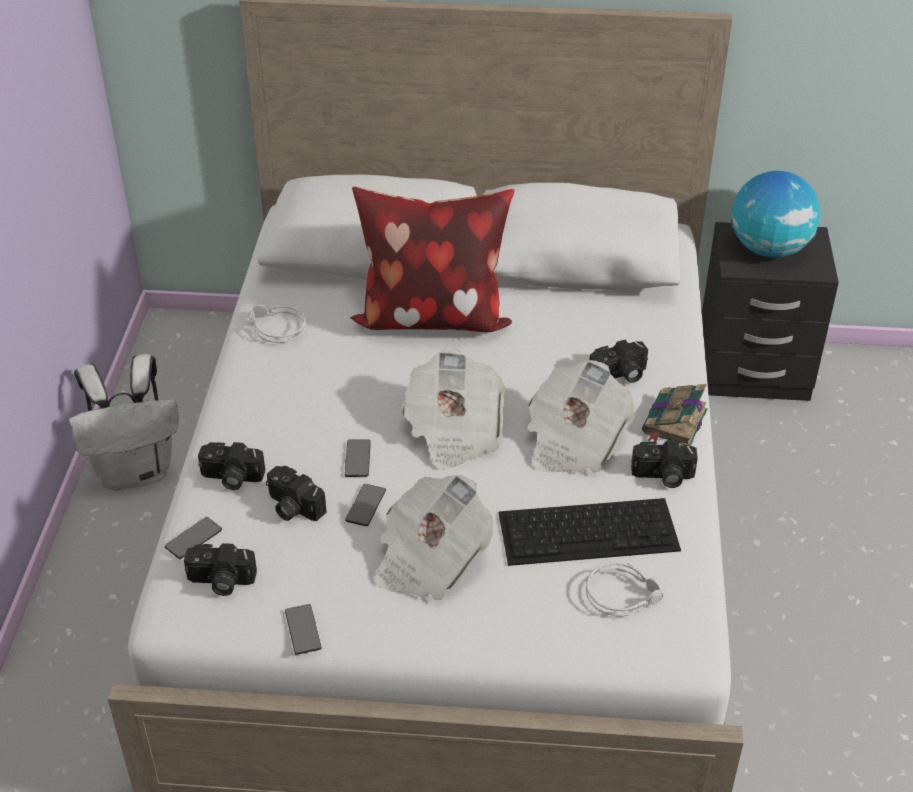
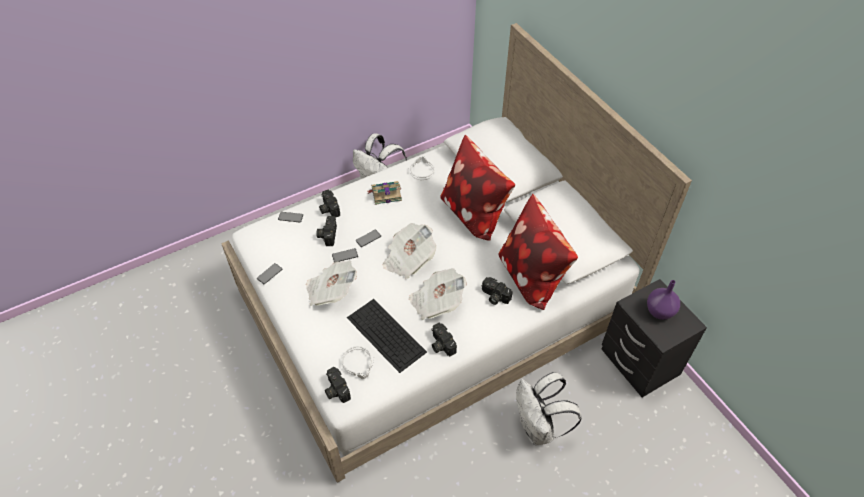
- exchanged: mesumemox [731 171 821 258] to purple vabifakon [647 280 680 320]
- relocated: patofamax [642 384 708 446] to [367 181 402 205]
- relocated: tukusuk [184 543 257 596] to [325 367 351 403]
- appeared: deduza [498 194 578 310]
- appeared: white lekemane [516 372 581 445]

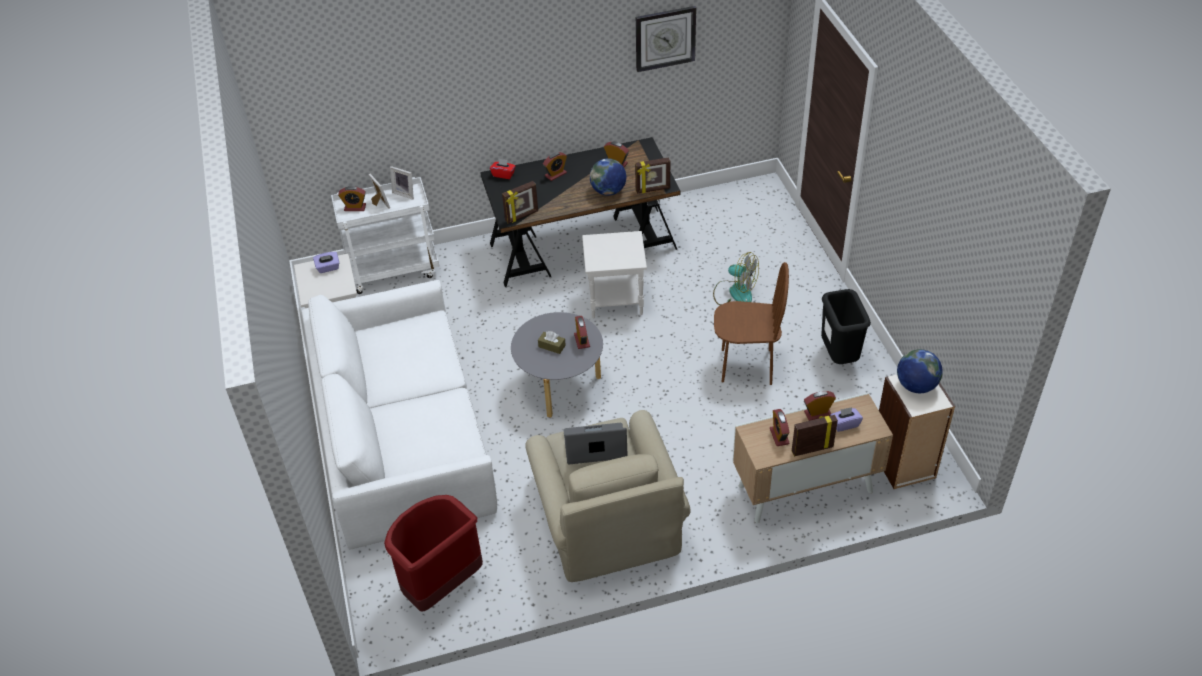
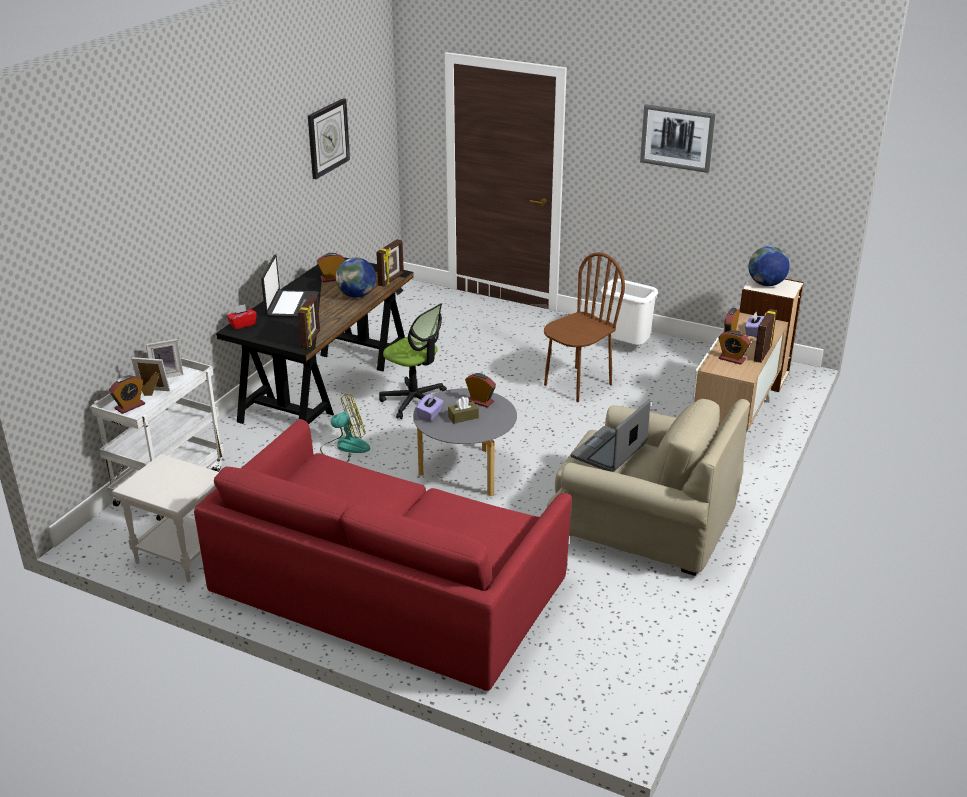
- exchanged: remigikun [543 152 567 181] to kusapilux [261 254 319 318]
- exchanged: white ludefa [582 231 647 318] to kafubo [379 303 447 419]
- relocated: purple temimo [313 252 339 273] to [416 394 444 421]
- relocated: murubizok [713 252 759 305] to [320 393 370 462]
- colour: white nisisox [302 280 497 550] to red nisisox [194 419 572 691]
- colour: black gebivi [821 289 871 364] to white gebivi [601 278 658 345]
- missing: red gebivi [384 495 483 612]
- appeared: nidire [640 104 715 173]

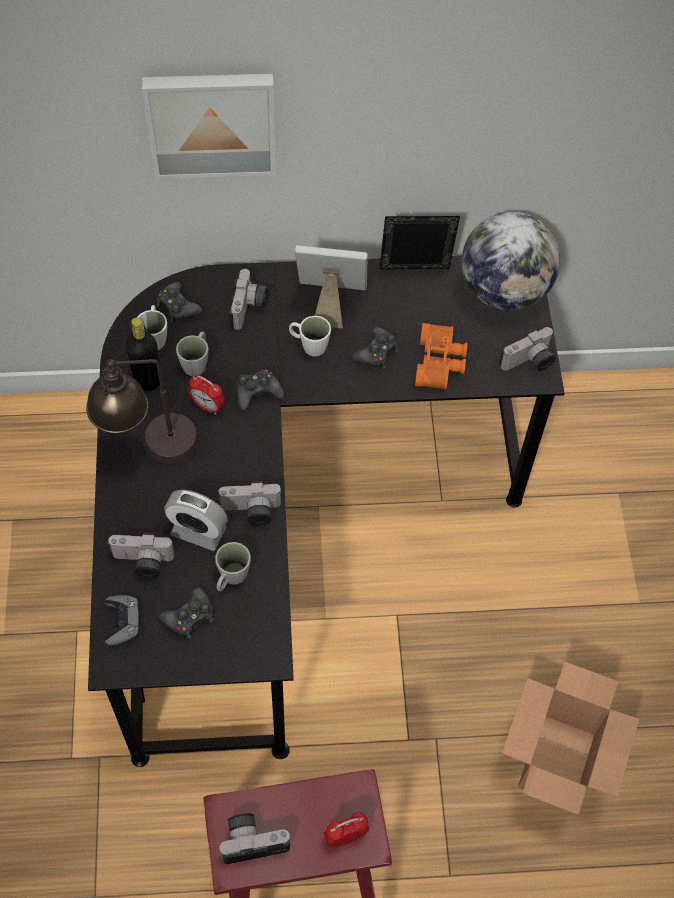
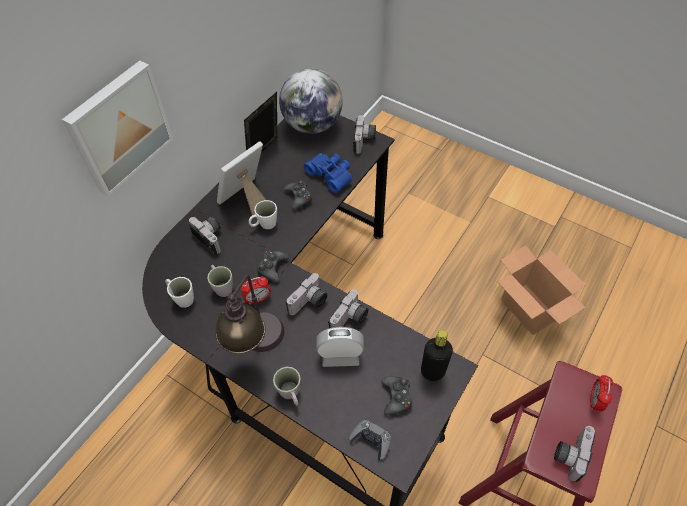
- missing: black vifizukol [157 282 202 322]
- relocated: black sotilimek [126 318 160 391] to [421 330 453 381]
- colour: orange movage [415 323 468 390] to blue movage [304 153 352 194]
- spun: remigikun [164 490 228 551] = [316 327 364 367] 150 degrees counterclockwise
- relocated: tukusuk [107 533 175 578] to [285 273 327 315]
- relocated: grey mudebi [215 542 251 592] to [273 367 301 406]

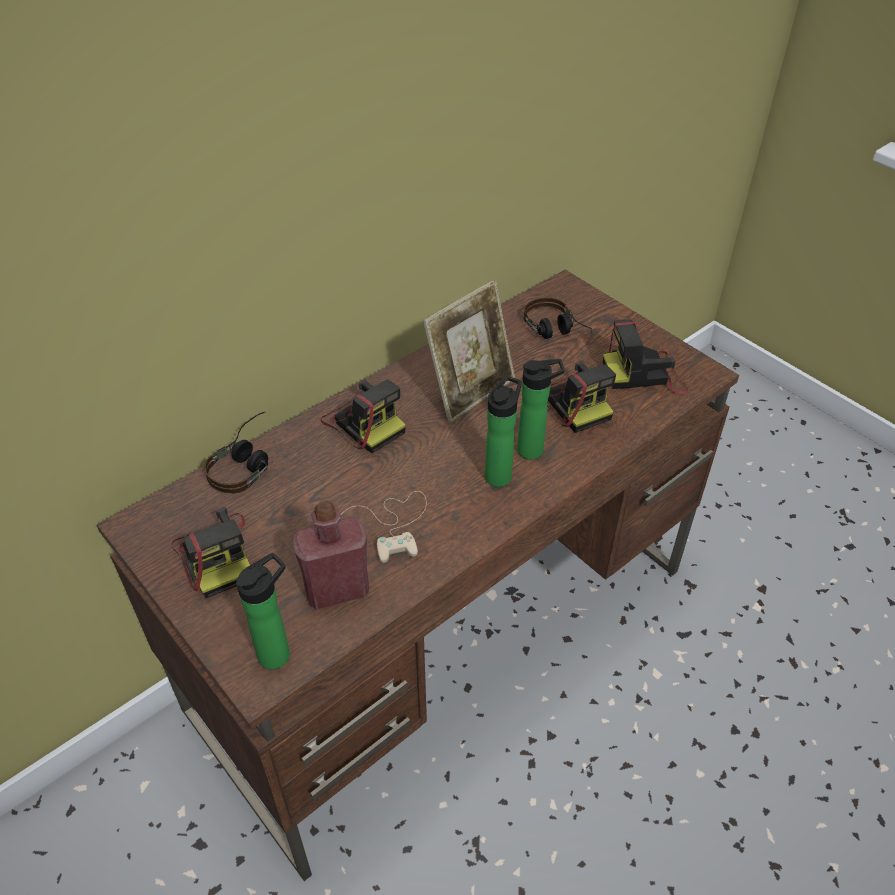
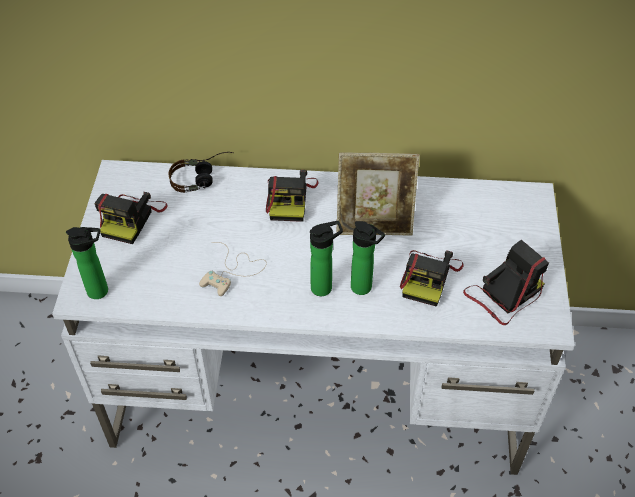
- colour: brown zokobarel [97 270 739 881] to white zokobarel [52 160 575 475]
- missing: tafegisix [524 298 592 339]
- spun: tukusuk [603 319 688 394] = [463 240 549 325] 105 degrees clockwise
- missing: red sotilimek [292 500 369 610]

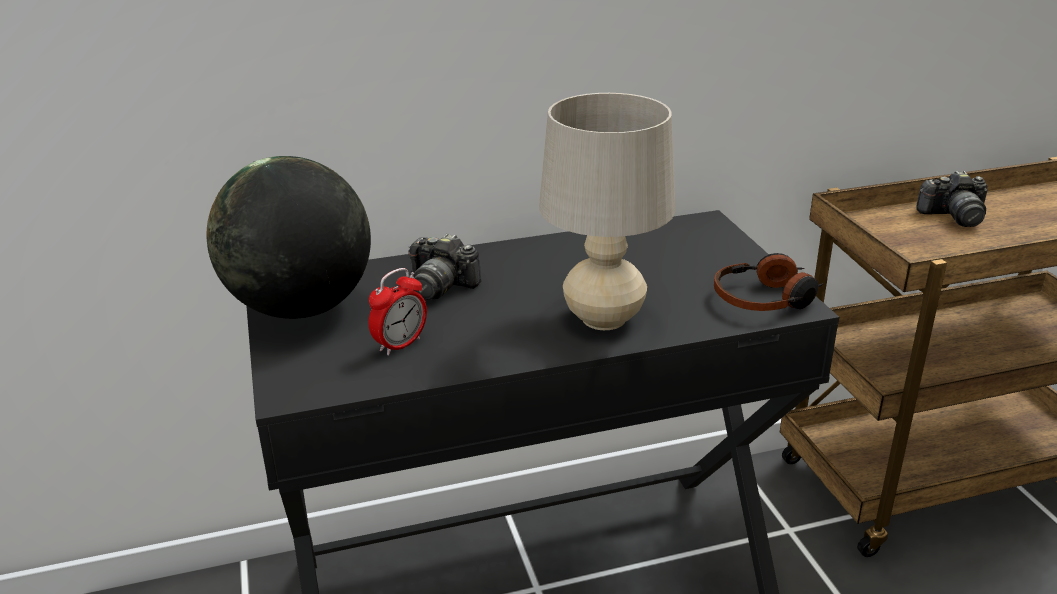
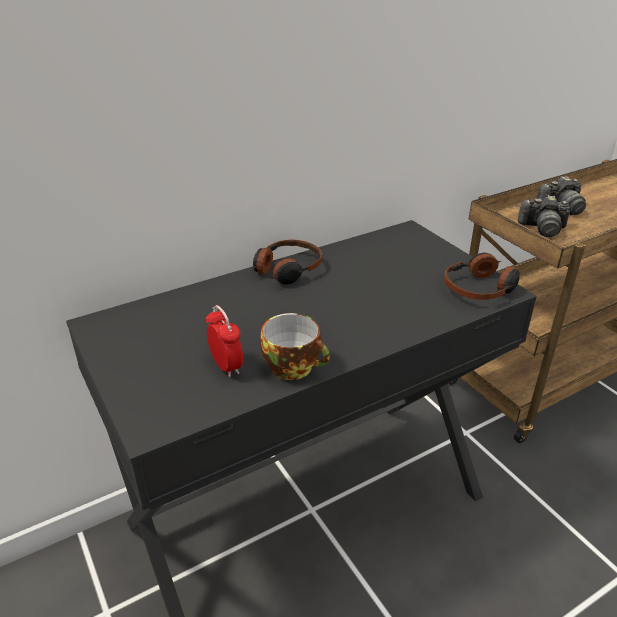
- missing: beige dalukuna [539 93 675 330]
- missing: mesumemox [207 156 371 319]
- relocated: tukusuk [408 233 482 300] to [518 195 570 237]
- spun: remigikun [369 268 427 356] = [206 305 243 378] 60 degrees counterclockwise
- appeared: tafegisix [252 240 322 285]
- appeared: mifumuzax [260 313 330 380]

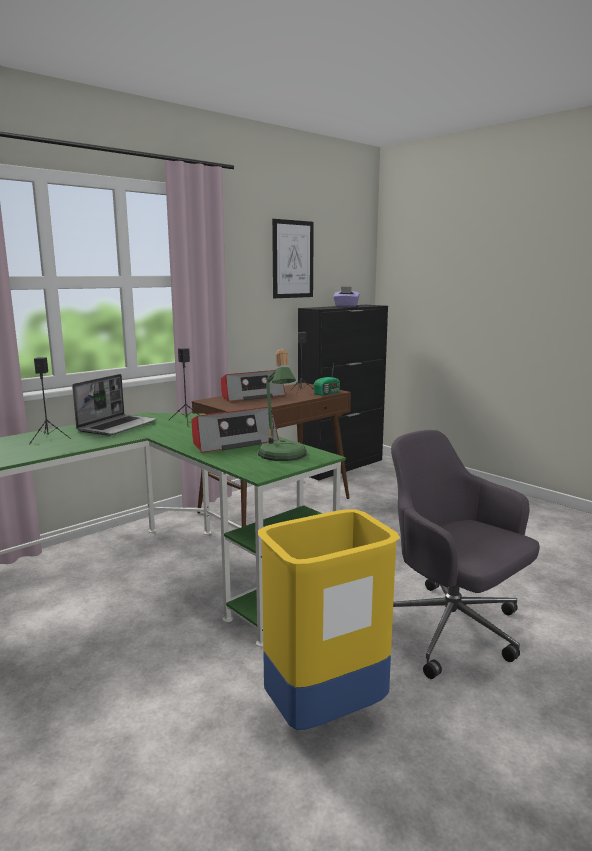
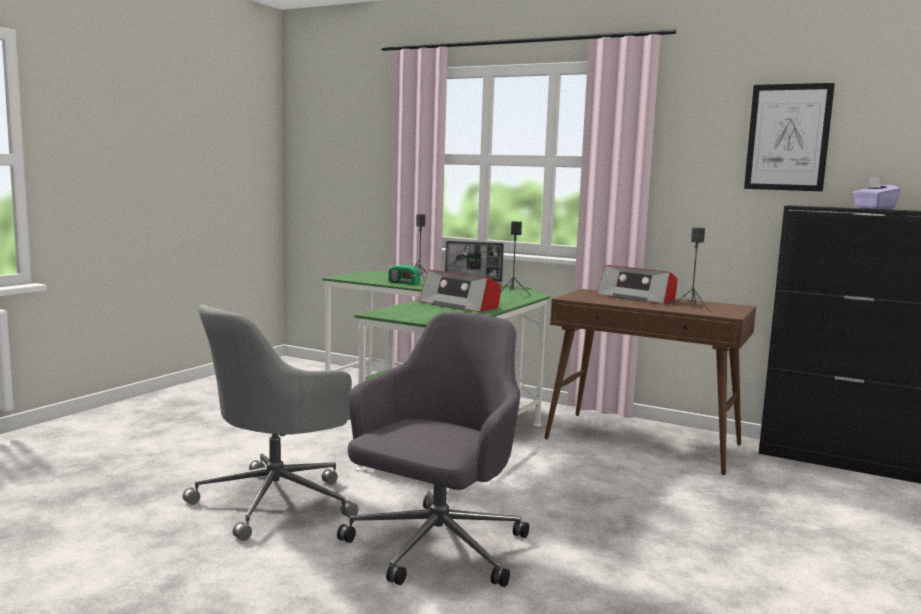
- missing: dalukuna [258 349 307 461]
- relocated: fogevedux [314 364 340 396] to [388 254 423 285]
- exchanged: yellow gebivi [258 509 400 730] to grey kafubo [183 304 358 541]

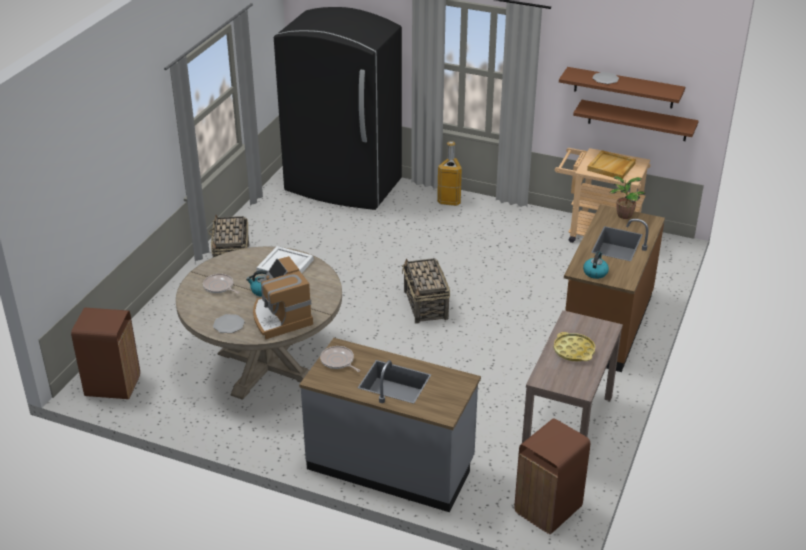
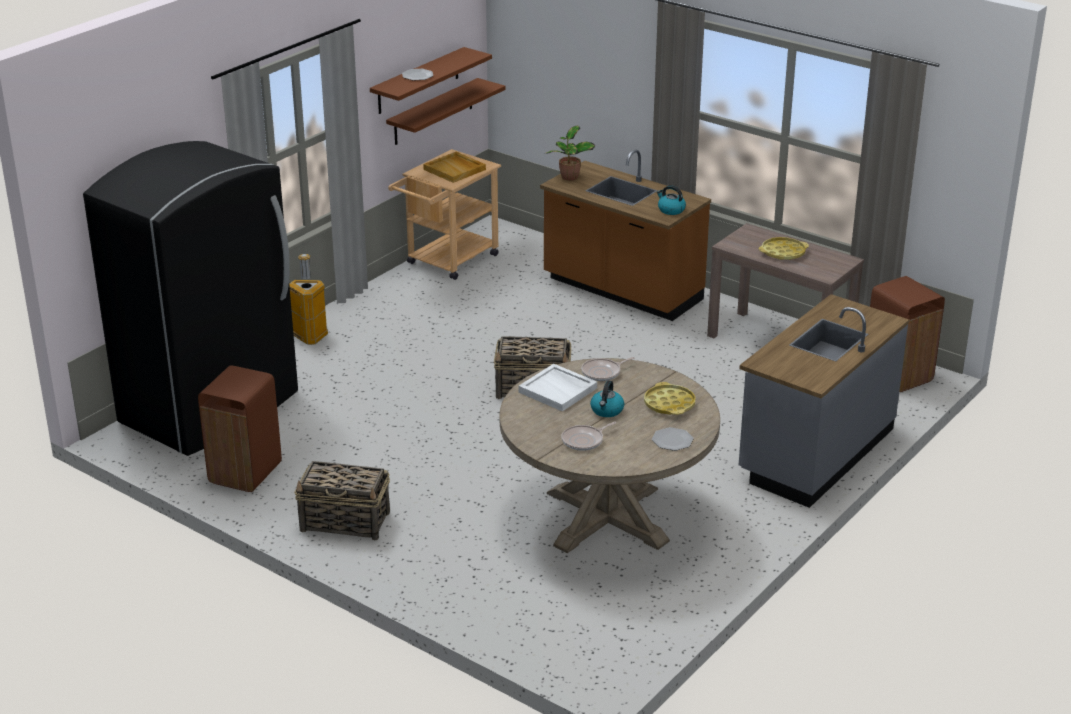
- exchanged: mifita [253 256 313 339] to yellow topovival [644 382 696 415]
- relocated: brown gebivi [71 308 140 399] to [198 366 282 492]
- relocated: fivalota [320 346 360 372] to [581 357 635 381]

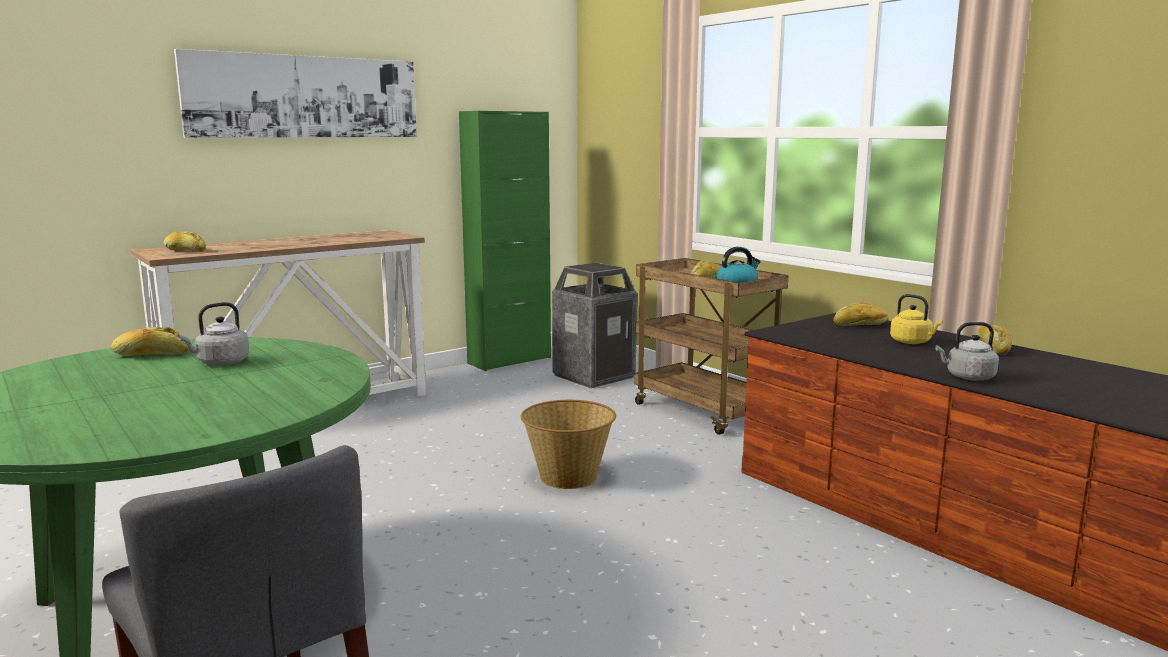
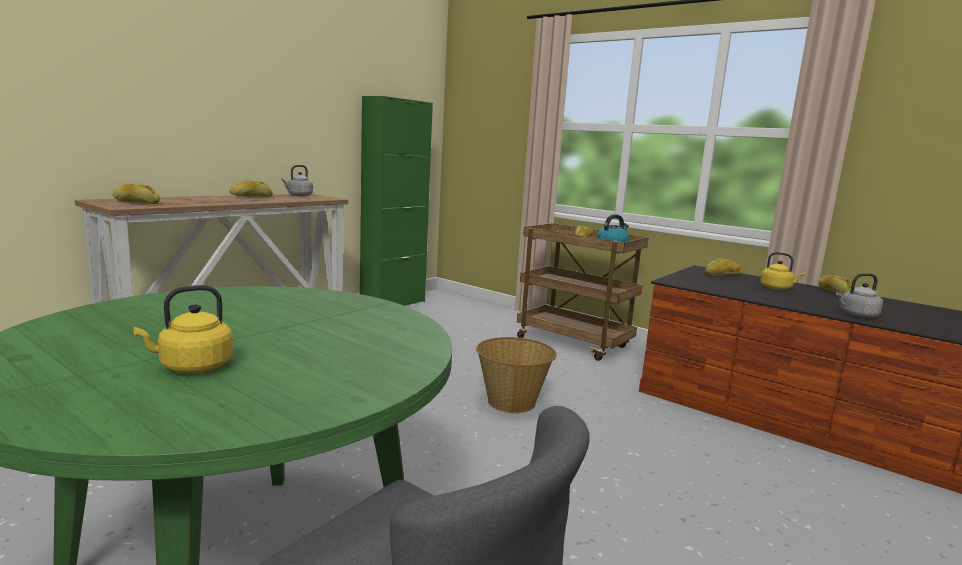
- missing: nidire [174 49 417 138]
- missing: gebivi [552 263 637 388]
- relocated: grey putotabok [178 302 250 366] to [281 165 313 196]
- relocated: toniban [111 327 188 356] to [229 181 273 197]
- appeared: yellow putotabok [133 285 233 373]

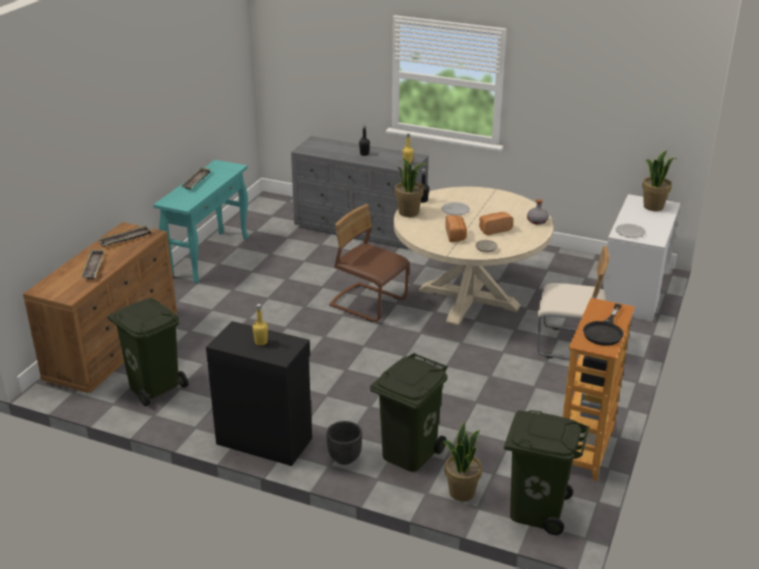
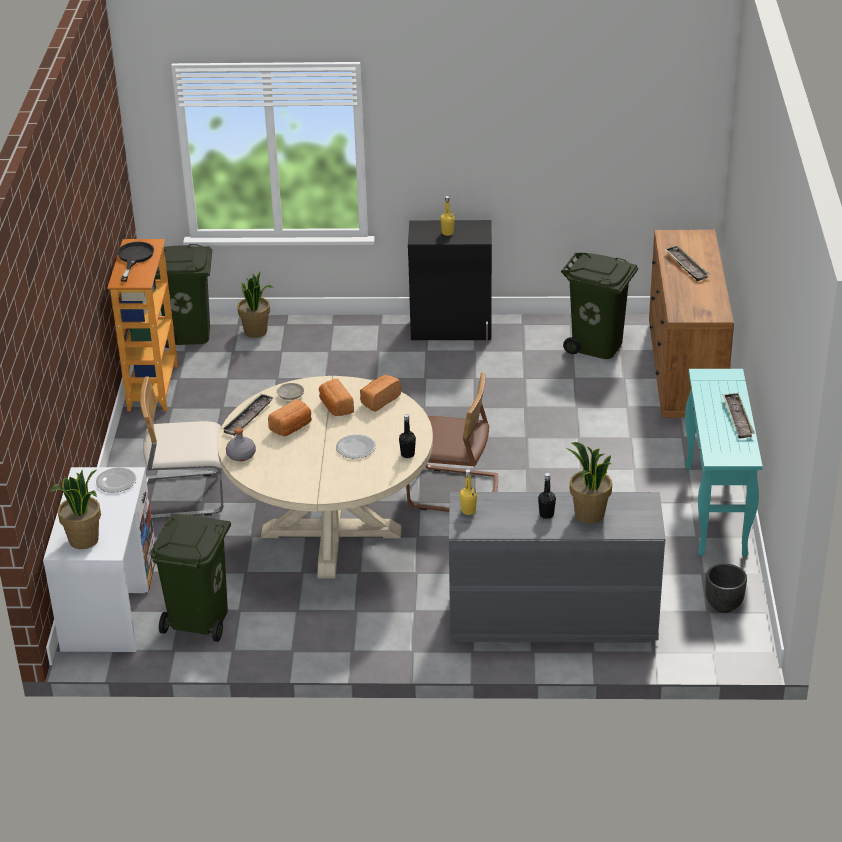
- relocated: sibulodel [395 158 426 217] to [565 442 612 524]
- relocated: topovival [97 225 152 247] to [222 393 274 436]
- relocated: green gebivi [370 353 448 472] to [150 513 231 642]
- relocated: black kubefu [326 421 362 465] to [705 563 747 613]
- appeared: toniban [360 375 401 412]

